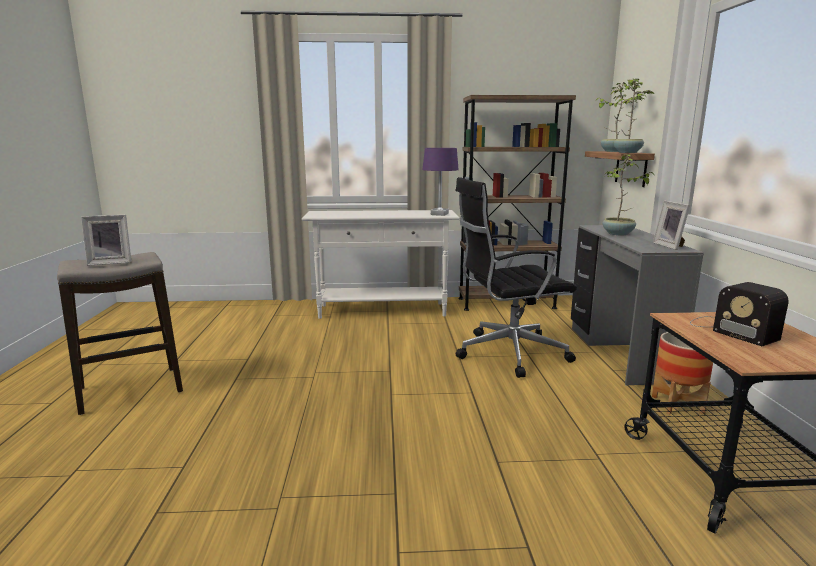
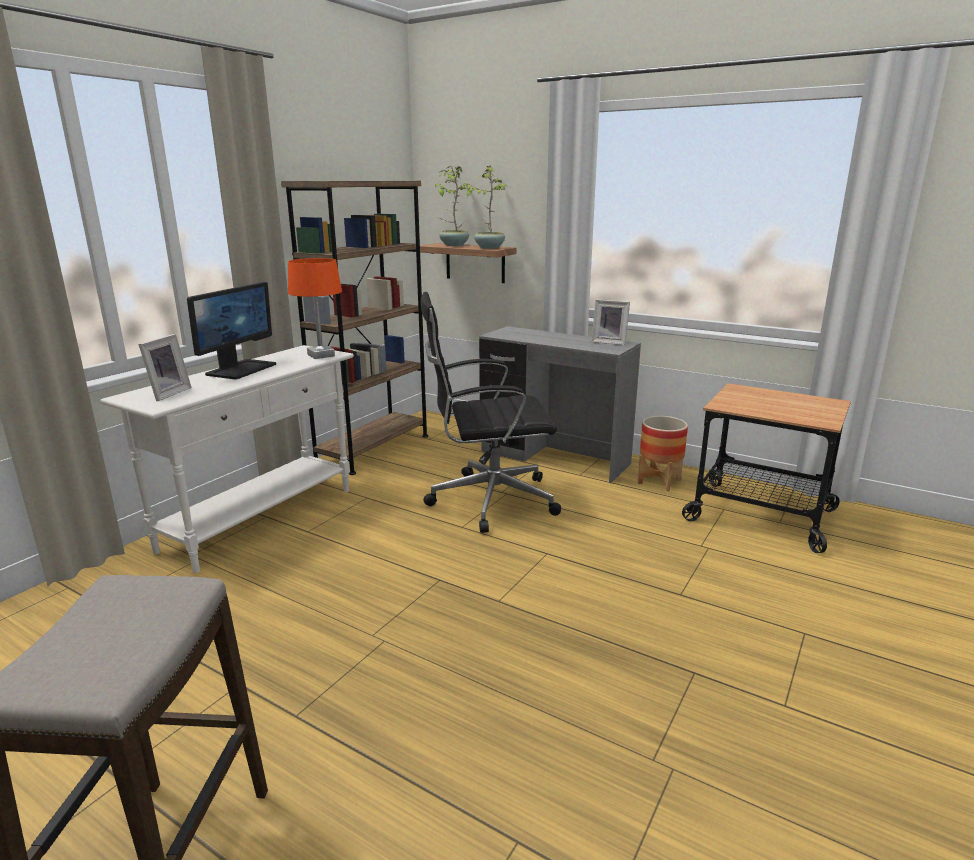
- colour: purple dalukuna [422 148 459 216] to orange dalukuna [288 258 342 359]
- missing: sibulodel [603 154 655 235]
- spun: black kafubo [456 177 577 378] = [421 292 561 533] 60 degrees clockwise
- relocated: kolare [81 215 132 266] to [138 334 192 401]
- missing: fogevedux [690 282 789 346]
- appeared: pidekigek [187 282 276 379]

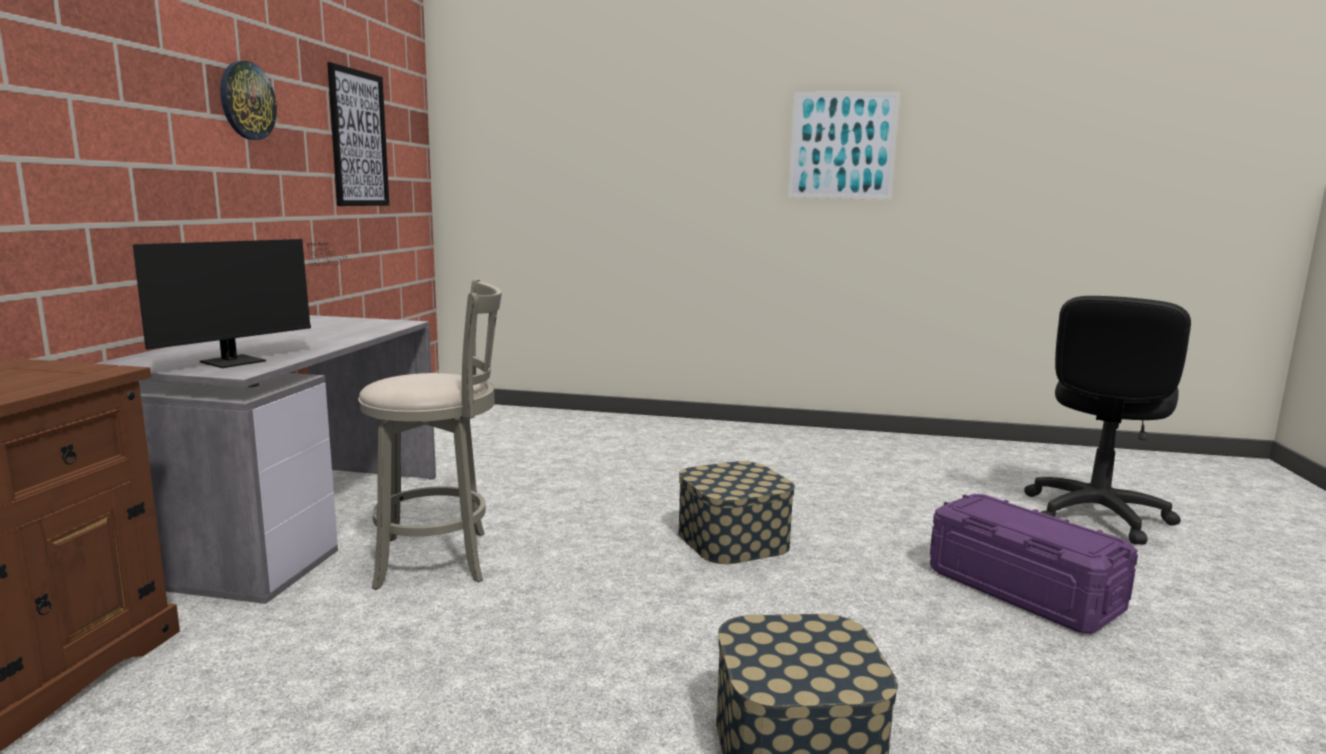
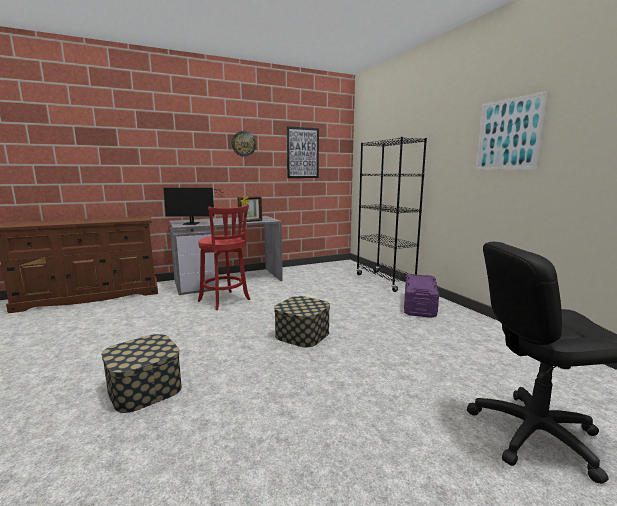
- colour: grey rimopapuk [358 280 502 590] to red rimopapuk [198 204 250 310]
- relocated: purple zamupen [930 494 1138 633] to [404 274 439 318]
- appeared: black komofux [356 137 427 292]
- appeared: kolare [237 196 262 222]

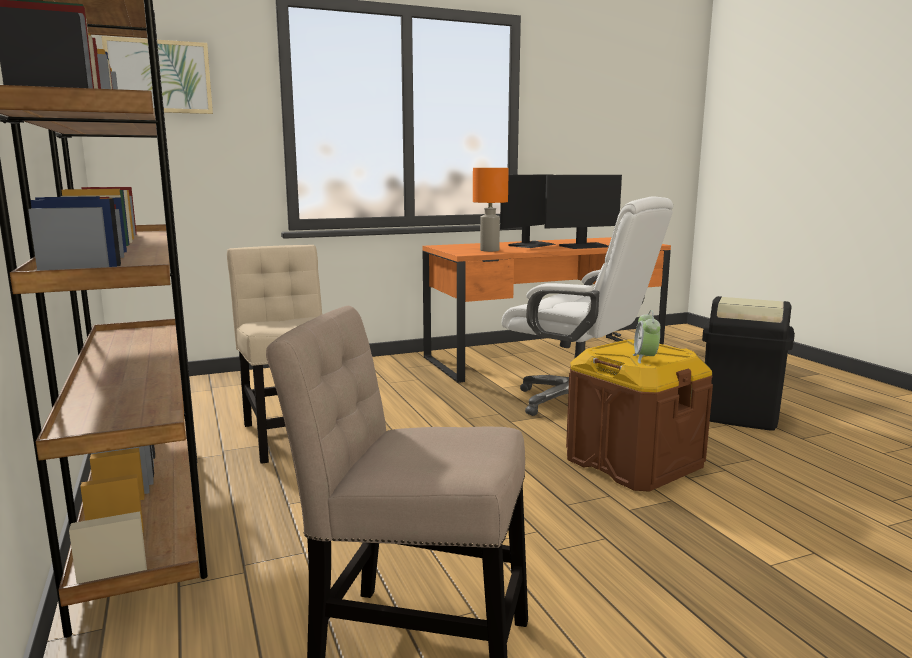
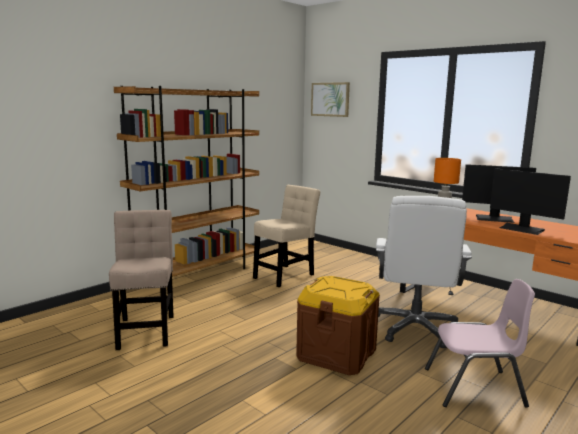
- exchanged: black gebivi [702 296 795 431] to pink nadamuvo [425 279 535 408]
- missing: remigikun [633 310 661 364]

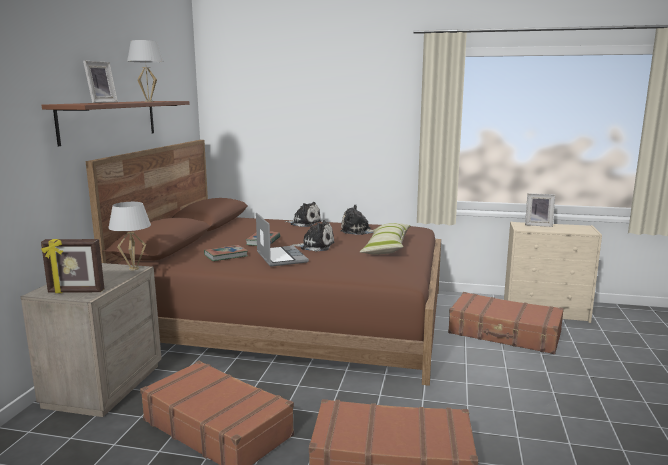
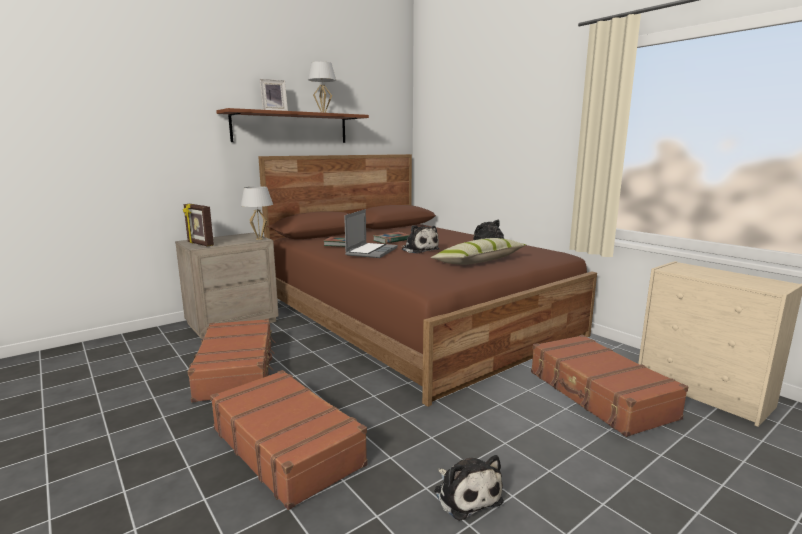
- missing: kolare [525 193 555 227]
- relocated: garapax [286 202 322 227] to [434 455 504 521]

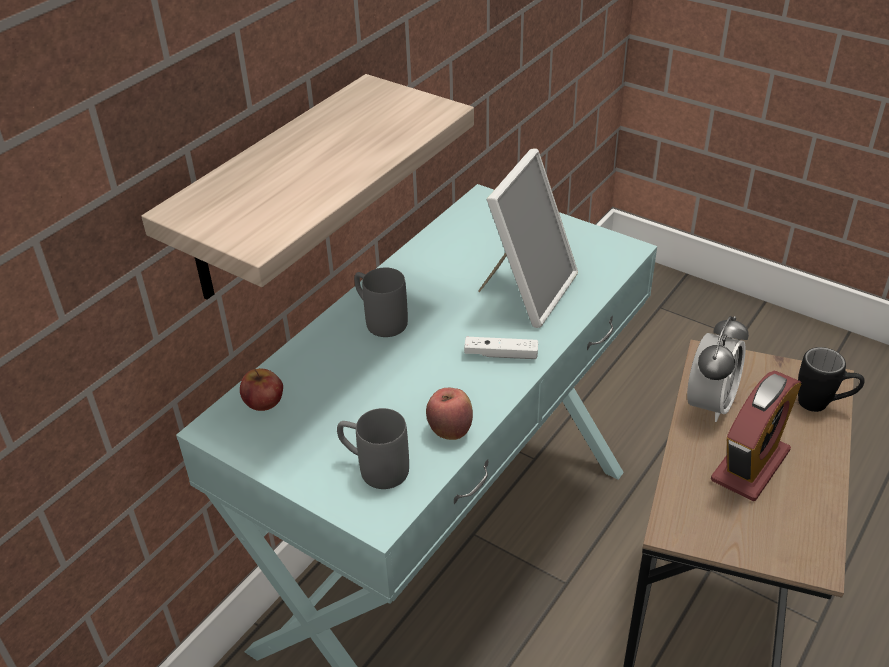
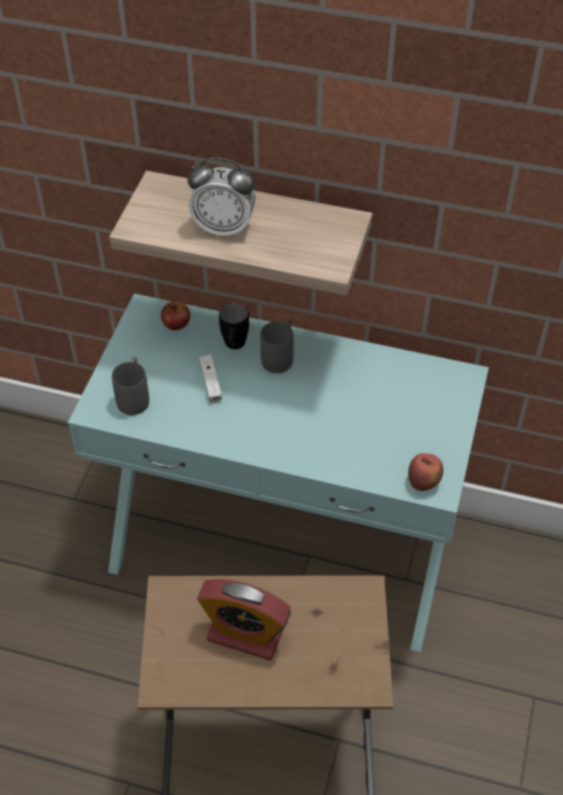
- missing: kolare [478 148 578 328]
- relocated: remigikun [687 316 749 422] to [187 158 256 238]
- relocated: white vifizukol [464 337 538 359] to [199 355 222 403]
- relocated: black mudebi [798 347 864 412] to [219 303 249 349]
- relocated: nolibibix [426 388 473 440] to [408 453 443 491]

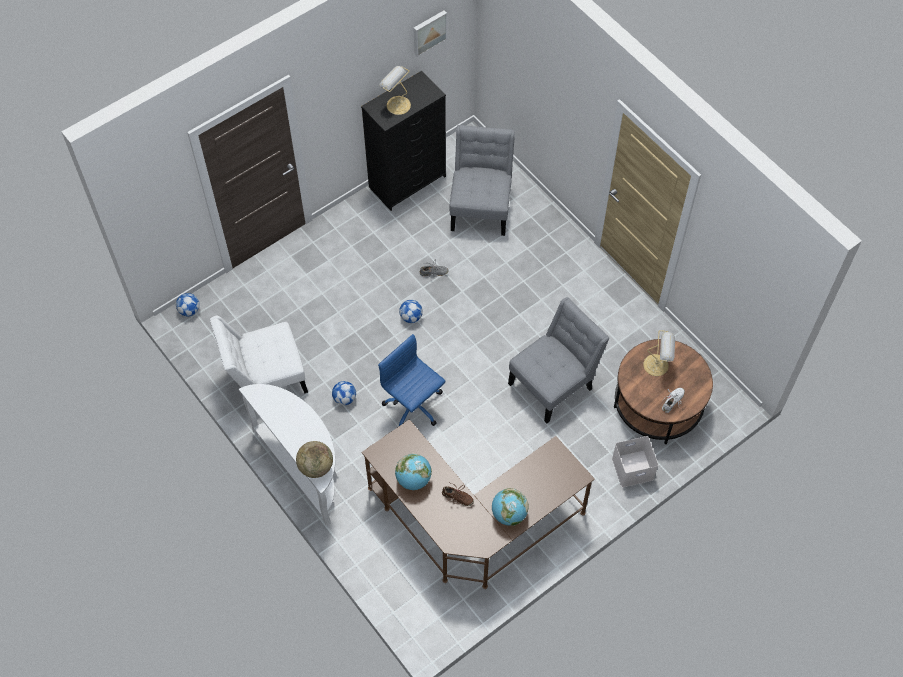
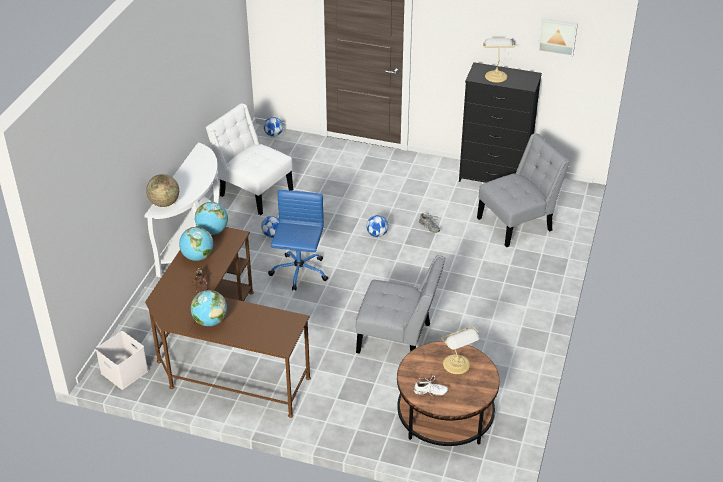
- relocated: white zamupen [612 436 658 488] to [96 331 148 390]
- appeared: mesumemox [195 202 228 235]

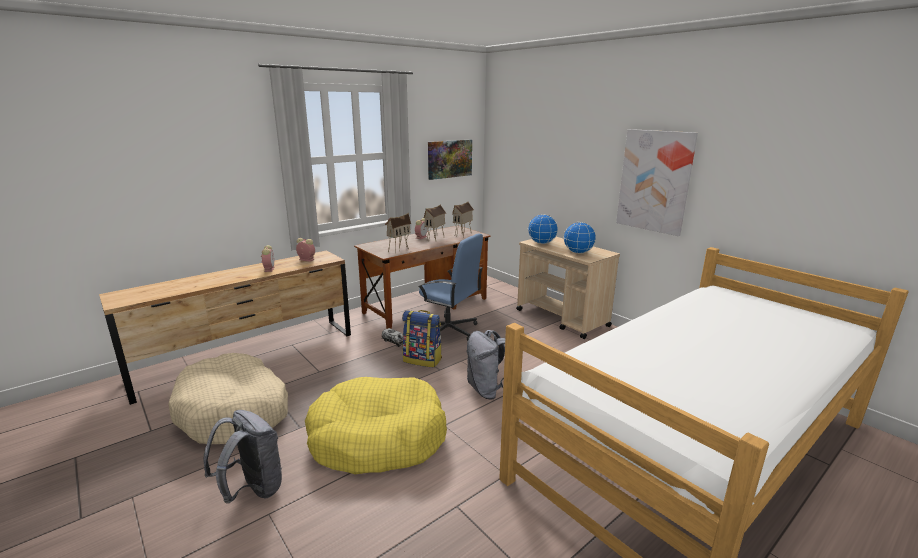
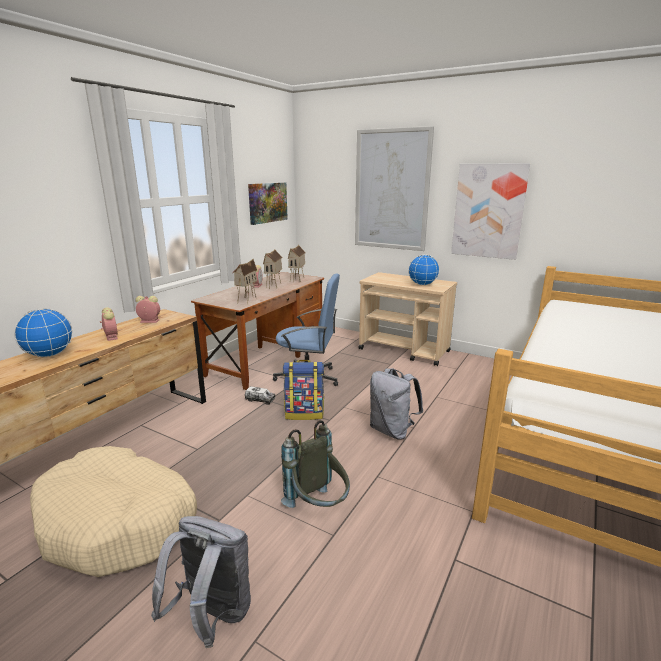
- relocated: mesumemox [528 214 558 244] to [14 308 73 357]
- exchanged: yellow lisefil [305 377 447 475] to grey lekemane [281 420 350 508]
- appeared: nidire [355 126 434 251]

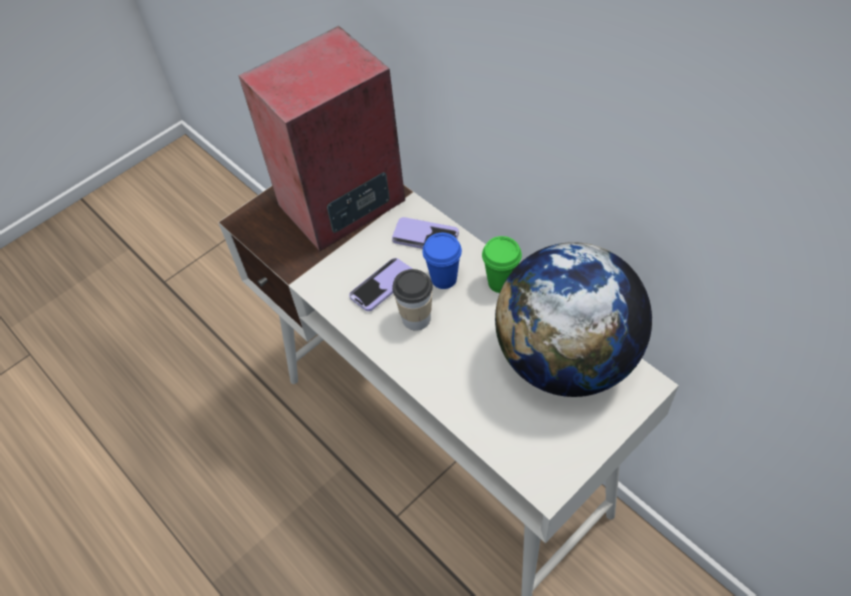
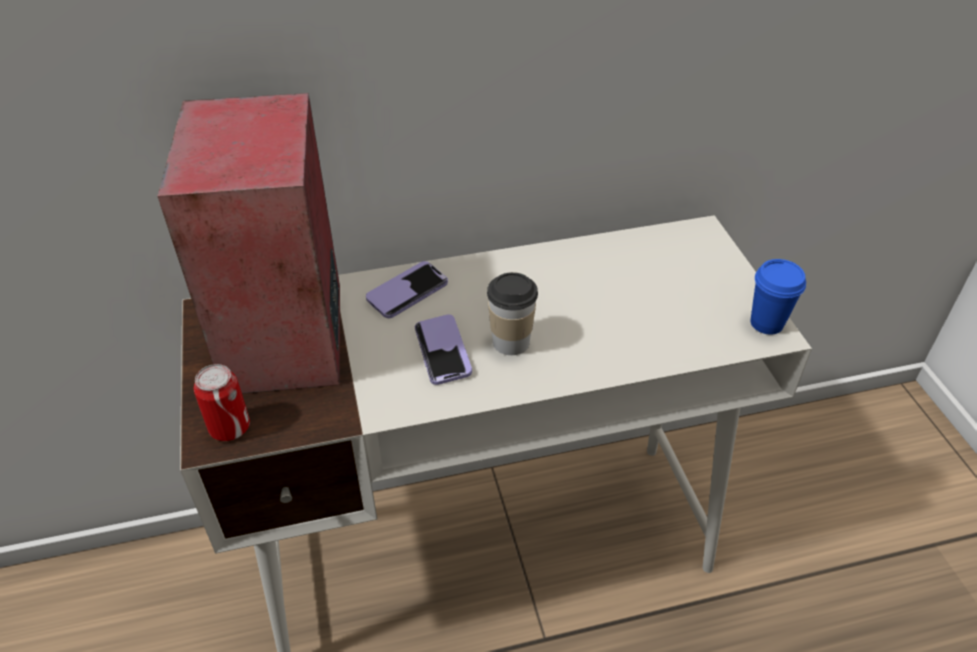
- relocated: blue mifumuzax [423 233 462 289] to [750 259 806 335]
- missing: green mifumuzax [482 236 522 293]
- missing: mesumemox [495 242 652 397]
- appeared: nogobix [193 364 250 441]

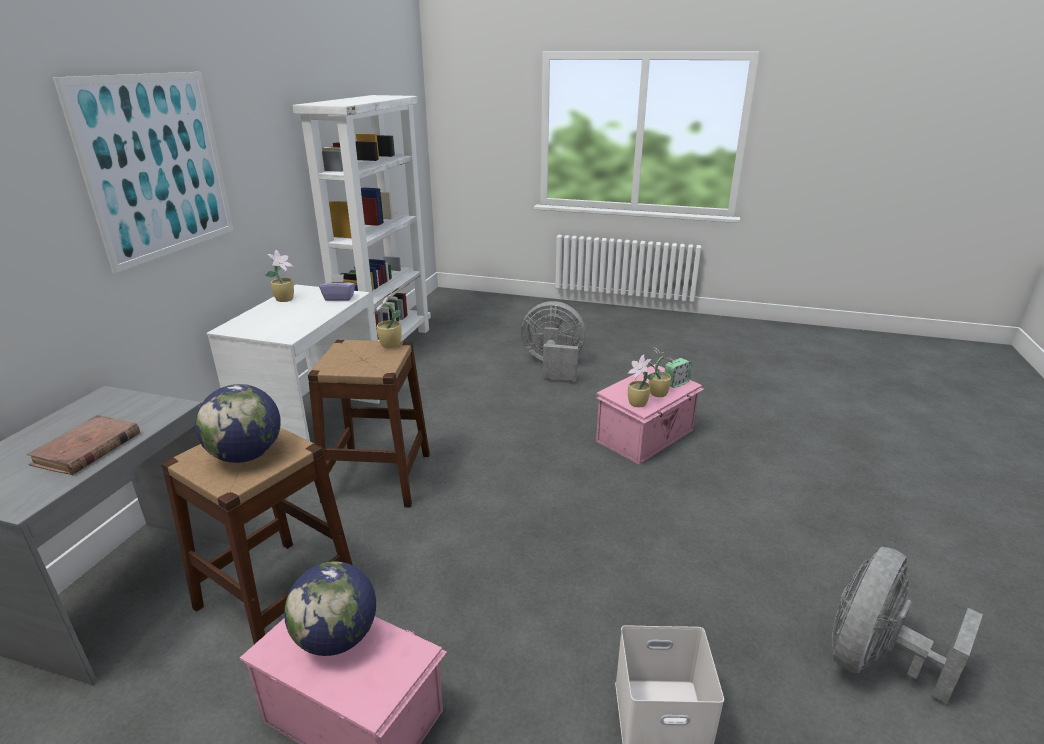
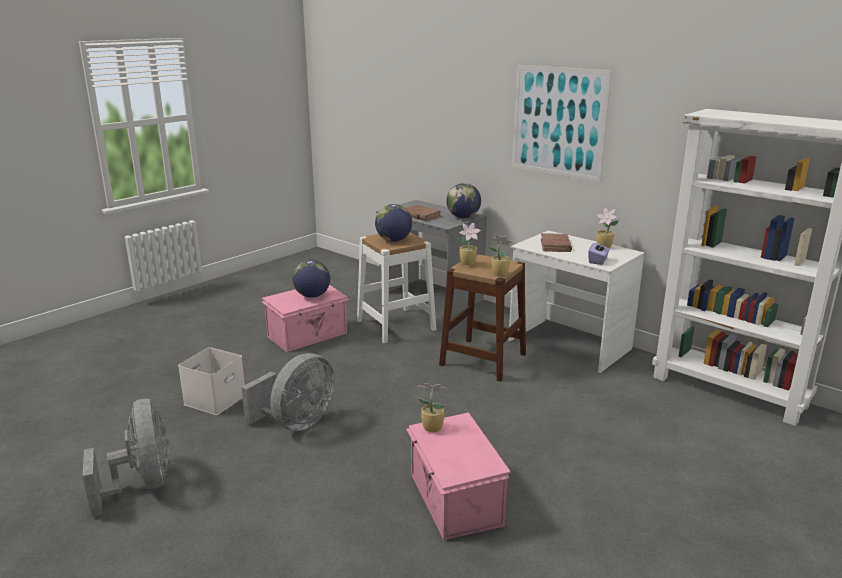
- relocated: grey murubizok [521 301 586 381] to [241 353 335 431]
- relocated: sibulodel [647 347 674 397] to [458 223 481 265]
- missing: remigikun [665 358 692 388]
- colour: brown rimopapuk [161 427 353 644] to white rimopapuk [357 232 437 343]
- appeared: mesumemox [447 183 481 218]
- appeared: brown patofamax [541 233 572 252]

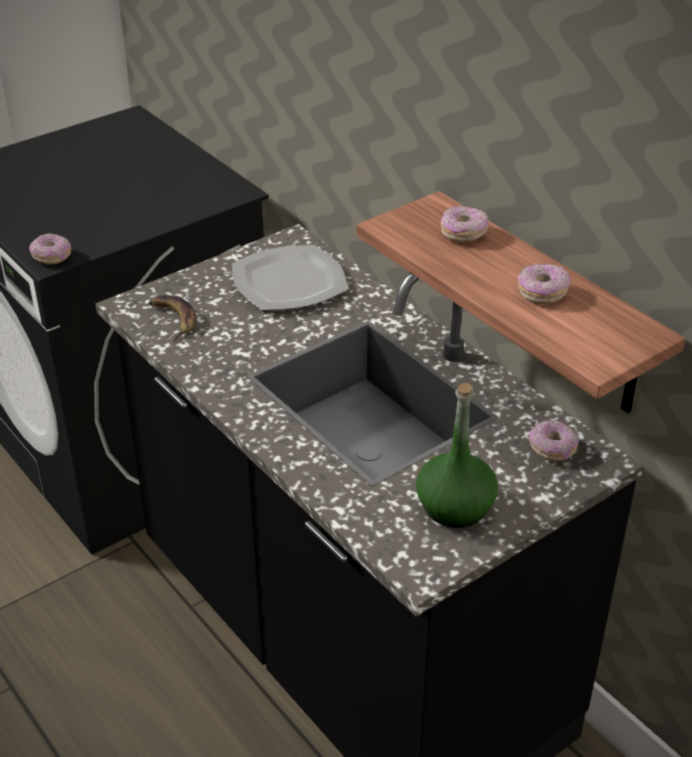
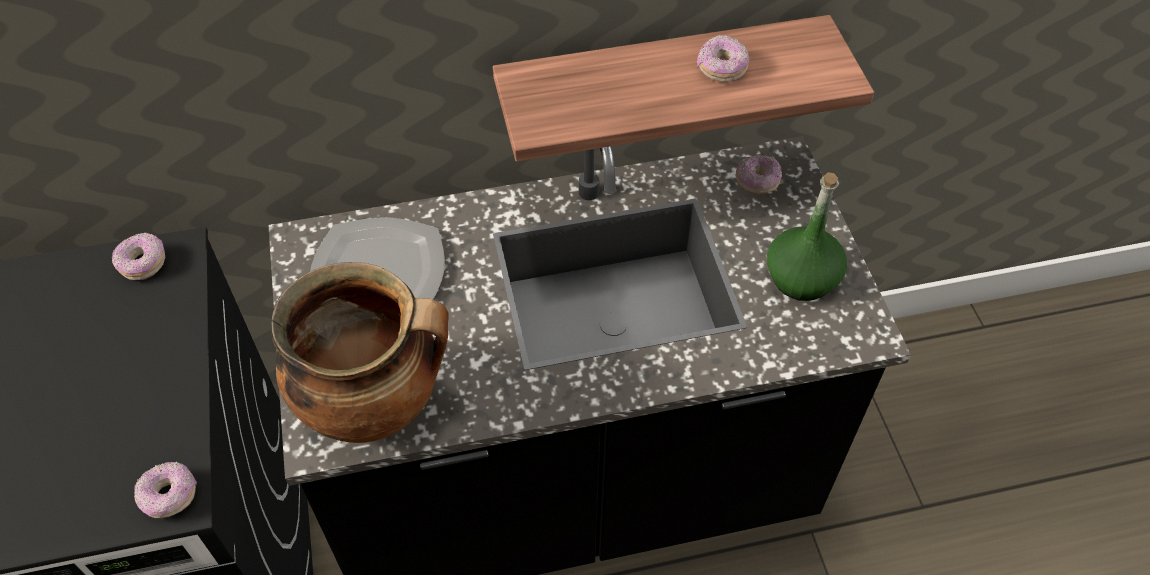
- relocated: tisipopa [441 206 489 242] to [111 233 165 280]
- exchanged: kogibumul [149 295 196 341] to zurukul [271 262 448 443]

